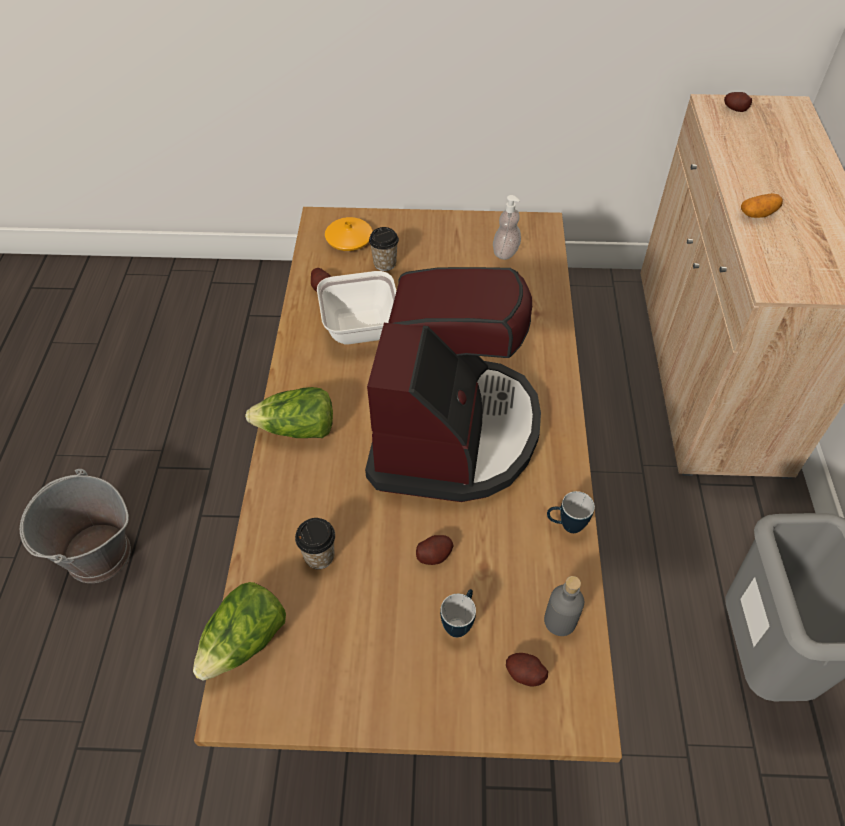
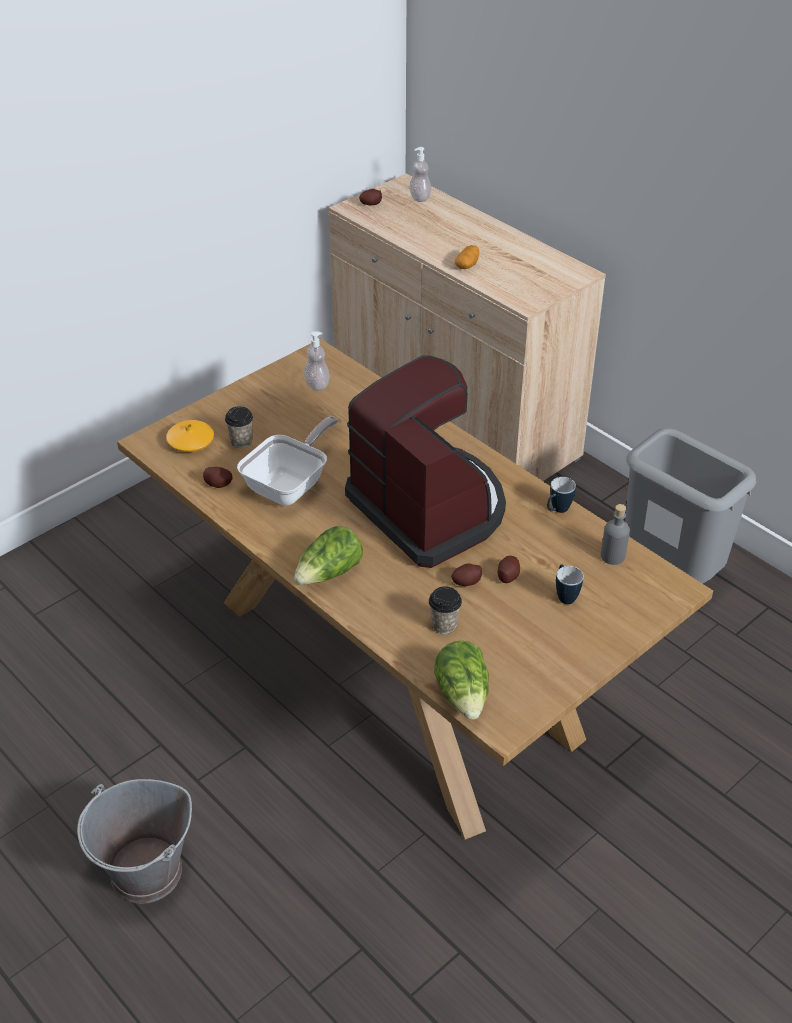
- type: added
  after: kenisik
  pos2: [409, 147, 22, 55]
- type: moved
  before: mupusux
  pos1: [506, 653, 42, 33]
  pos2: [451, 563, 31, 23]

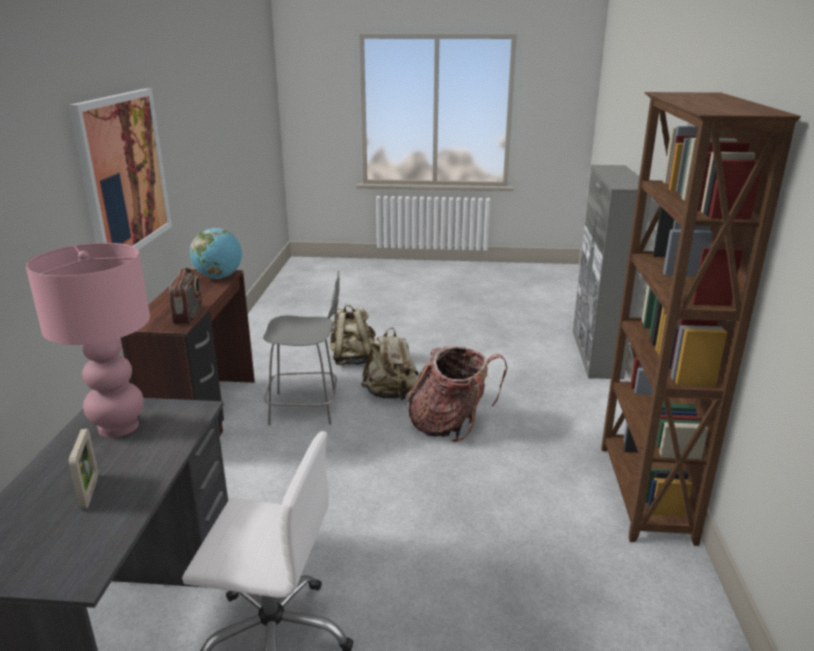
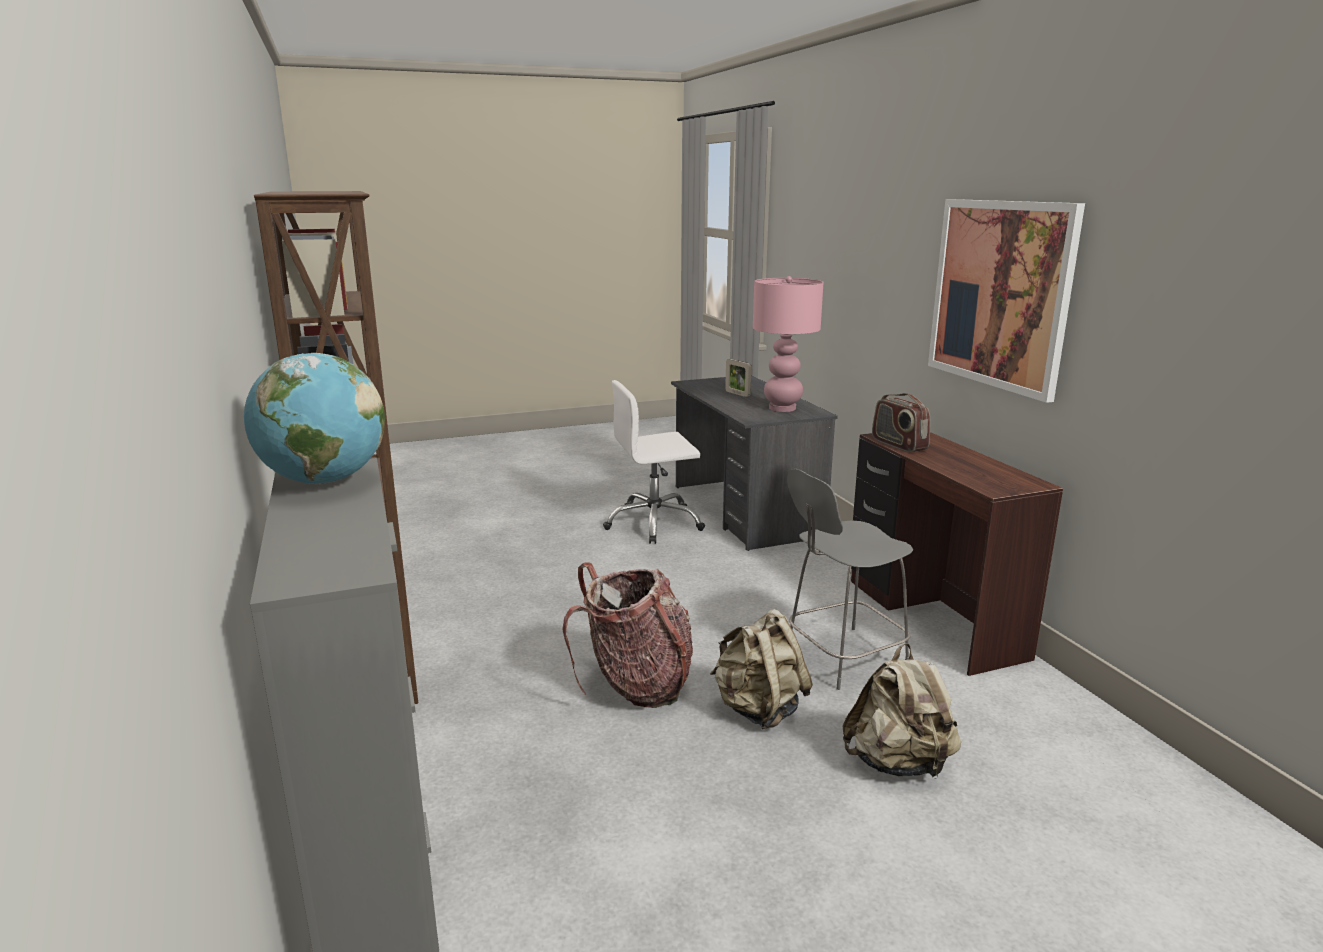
- type: moved
  before: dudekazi
  pos1: [190, 228, 52, 51]
  pos2: [244, 353, 141, 131]

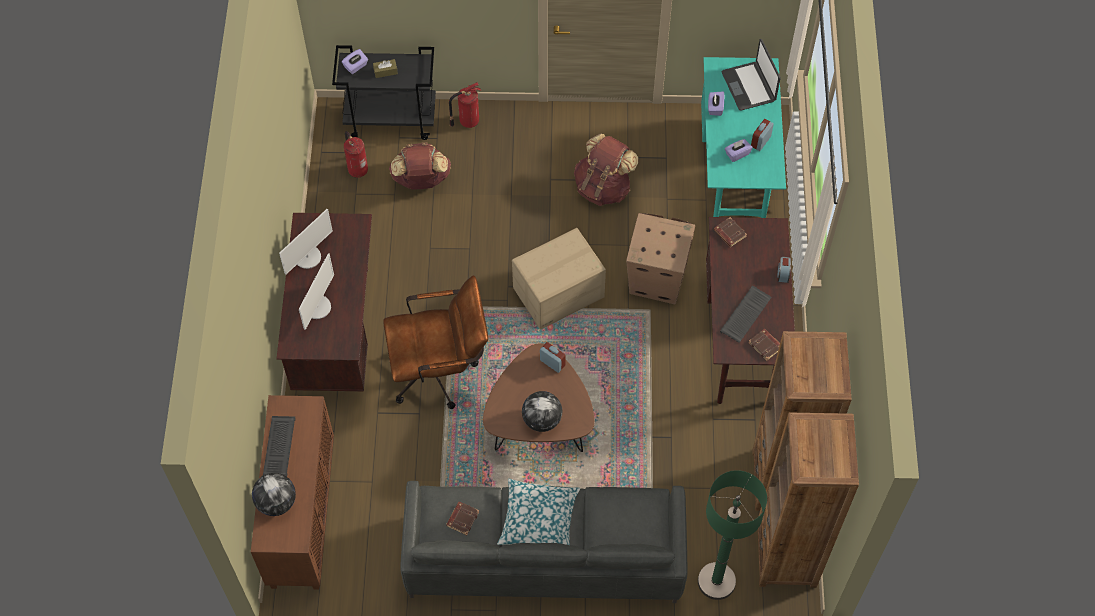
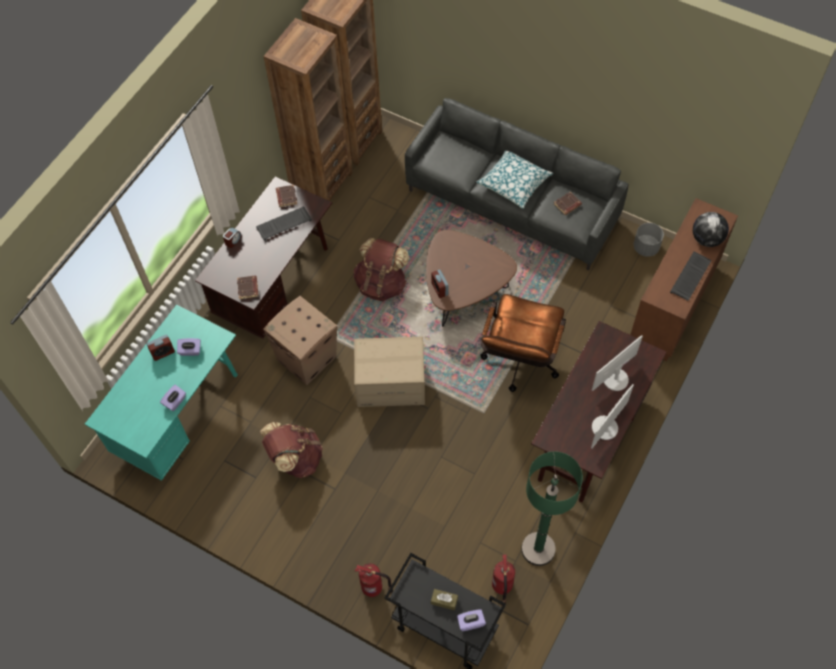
- type: removed
  before: dudekazi
  pos1: [522, 391, 40, 41]
- type: removed
  before: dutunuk
  pos1: [722, 39, 59, 71]
- type: added
  after: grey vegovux
  pos2: [634, 223, 30, 34]
- type: moved
  before: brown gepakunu
  pos1: [389, 142, 62, 48]
  pos2: [354, 238, 55, 63]
- type: moved
  before: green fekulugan
  pos1: [698, 470, 69, 130]
  pos2: [521, 451, 62, 115]
- type: turned
  before: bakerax
  pos1: [279, 209, 54, 66]
  pos2: [591, 384, 43, 64]
  turn: 150
- type: turned
  before: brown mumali
  pos1: [383, 276, 105, 133]
  pos2: [480, 294, 86, 98]
  turn: -90

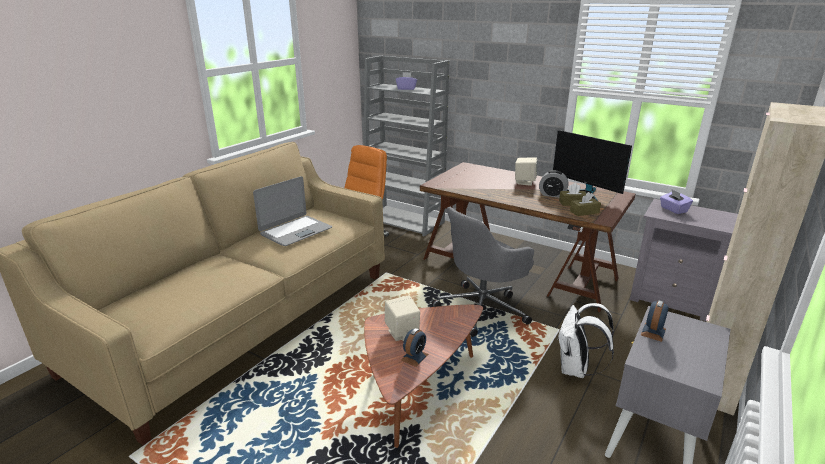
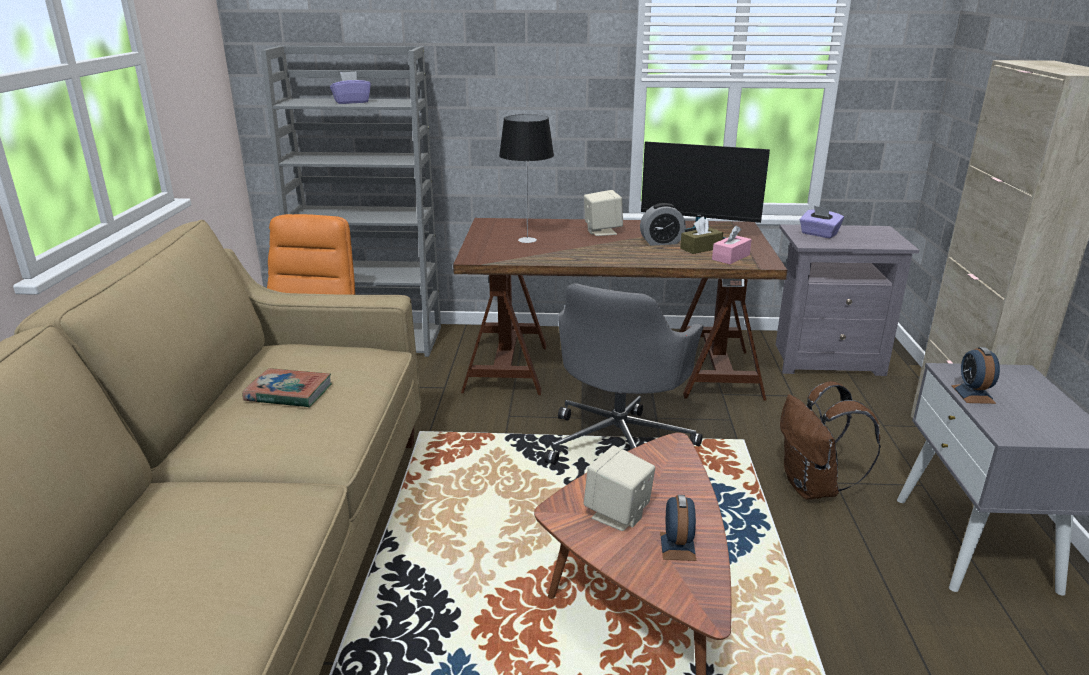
- type: added
  after: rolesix
  pos2: [499, 114, 55, 129]
- type: replaced
  before: dutunuk
  after: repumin
  pos1: [253, 176, 79, 70]
  pos2: [242, 368, 90, 40]
- type: recoloured
  before: white gepakunu
  after: brown gepakunu
  pos1: [557, 303, 57, 75]
  pos2: [780, 381, 101, 119]
- type: recoloured
  before: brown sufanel
  after: pink sufanel
  pos1: [570, 192, 31, 24]
  pos2: [712, 226, 40, 38]

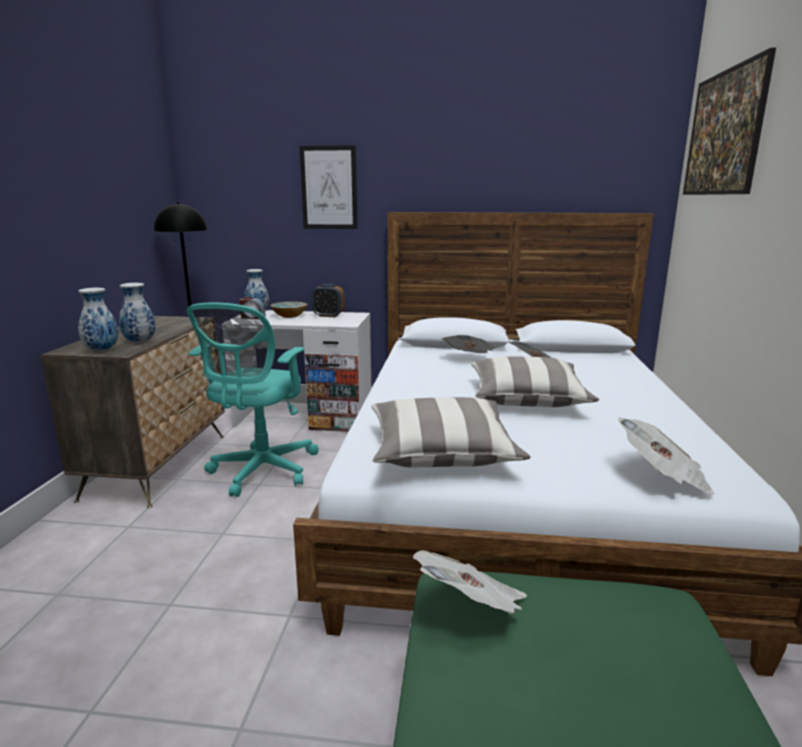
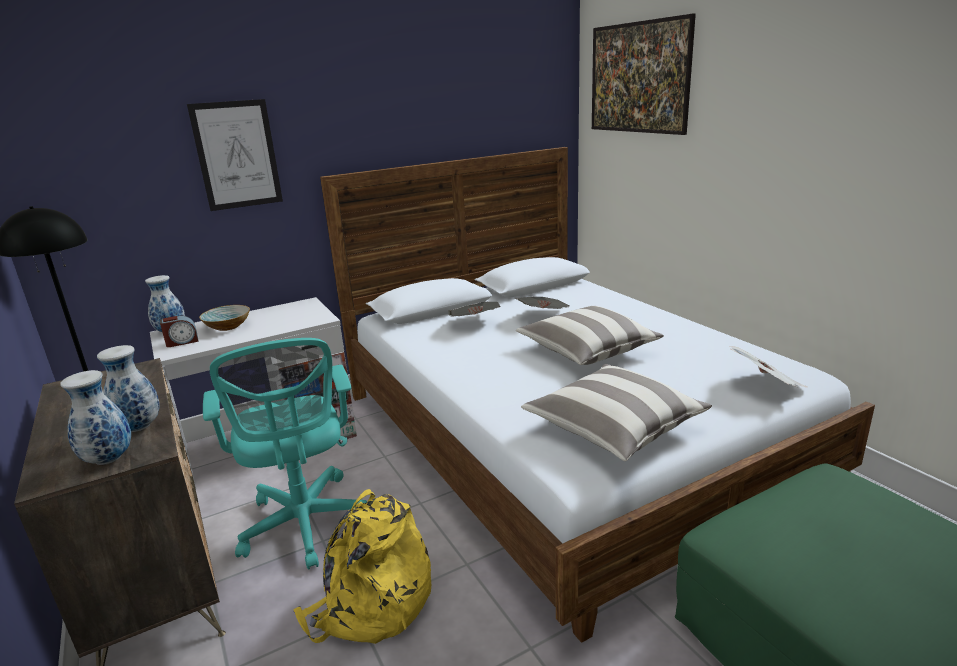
- type: removed
  before: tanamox
  pos1: [311, 284, 34, 33]
- type: removed
  before: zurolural
  pos1: [413, 550, 114, 64]
- type: added
  after: yellow gepakunu
  pos2: [293, 489, 138, 155]

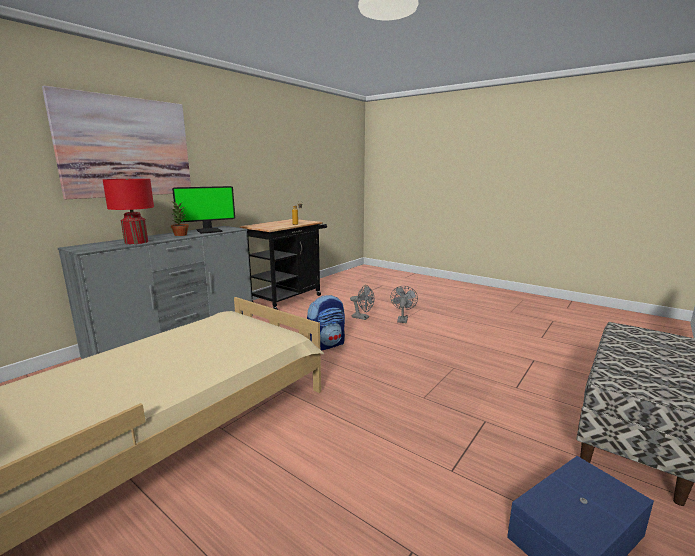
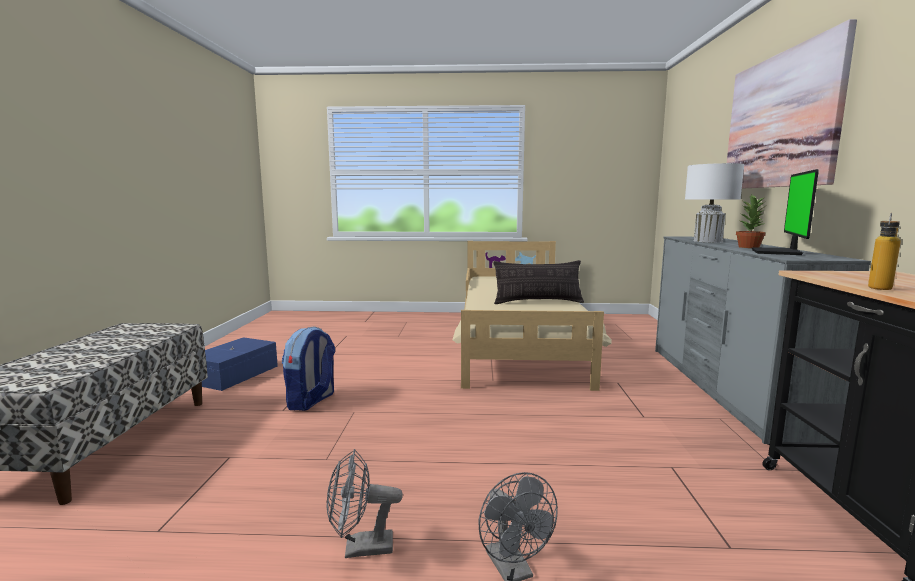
- type: added
  after: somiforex
  pos2: [494, 260, 90, 44]
- type: moved
  before: gepakunu
  pos1: [307, 295, 38, 56]
  pos2: [282, 326, 53, 85]
- type: moved
  before: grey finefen
  pos1: [350, 285, 24, 35]
  pos2: [327, 449, 76, 109]
- type: recoloured
  before: red rolesix
  after: white rolesix
  pos1: [103, 179, 51, 65]
  pos2: [685, 163, 59, 80]

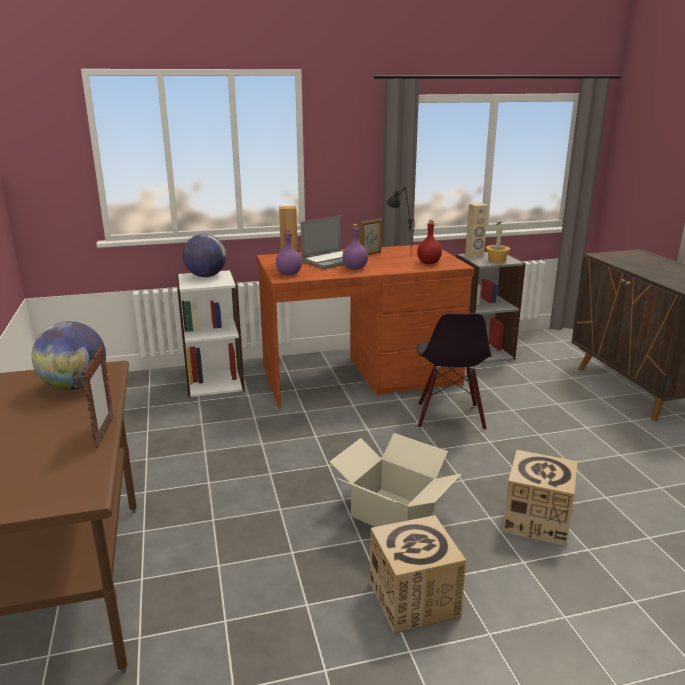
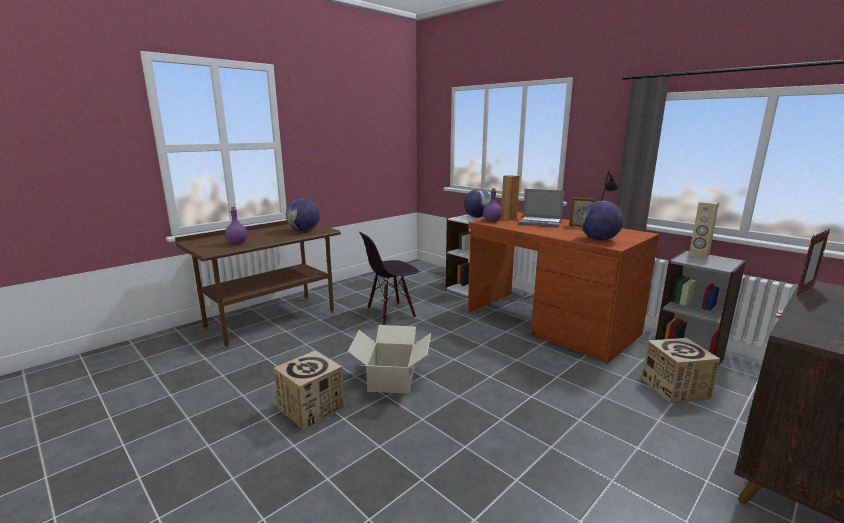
- type: removed
  before: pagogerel
  pos1: [486, 222, 24, 41]
- type: moved
  before: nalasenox
  pos1: [82, 346, 32, 102]
  pos2: [797, 229, 33, 66]
- type: moved
  before: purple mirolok
  pos1: [342, 224, 26, 46]
  pos2: [225, 207, 23, 37]
- type: moved
  before: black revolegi
  pos1: [417, 313, 75, 117]
  pos2: [359, 232, 60, 93]
- type: moved
  before: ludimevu
  pos1: [503, 450, 74, 96]
  pos2: [642, 338, 78, 65]
- type: replaced
  before: red mirolok
  after: dudekazi
  pos1: [417, 220, 25, 44]
  pos2: [580, 201, 43, 40]

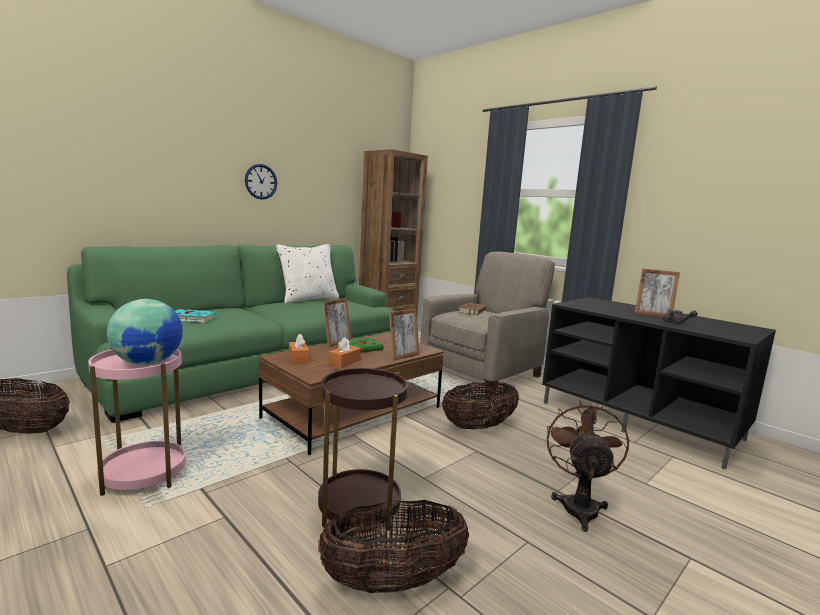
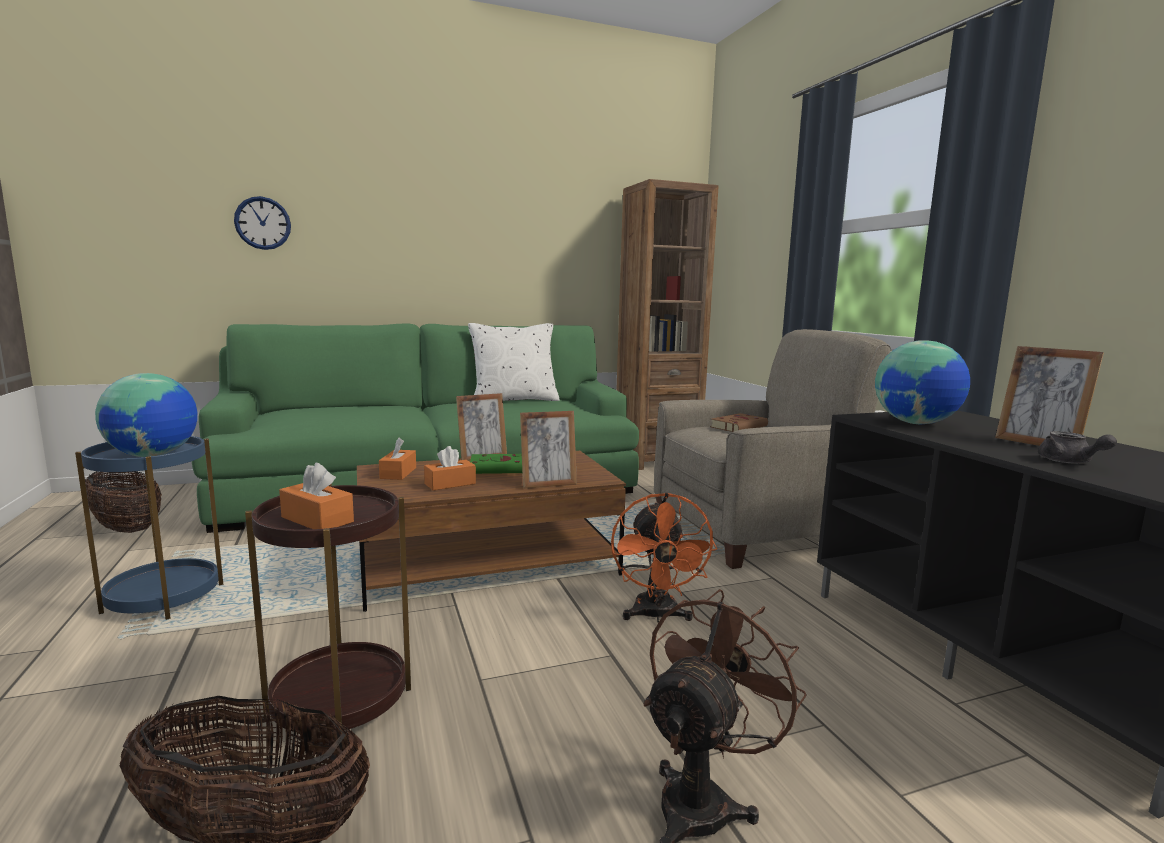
- type: removed
  before: turquoise repumin
  pos1: [175, 309, 41, 14]
- type: added
  after: orange sufanel
  pos2: [279, 462, 75, 67]
- type: added
  after: dudekazi
  pos2: [875, 340, 95, 84]
- type: moved
  before: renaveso
  pos1: [245, 164, 32, 35]
  pos2: [234, 196, 57, 54]
- type: replaced
  before: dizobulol
  after: orange finefen
  pos1: [442, 382, 77, 47]
  pos2: [611, 492, 106, 131]
- type: recoloured
  before: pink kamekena
  after: blue kamekena
  pos1: [88, 348, 98, 148]
  pos2: [75, 436, 148, 184]

